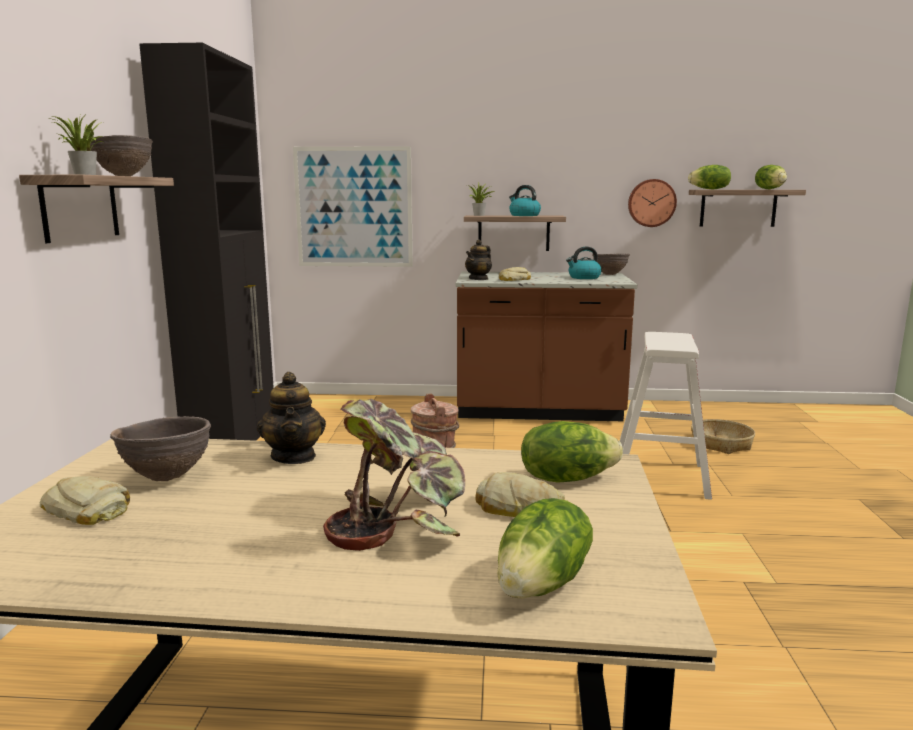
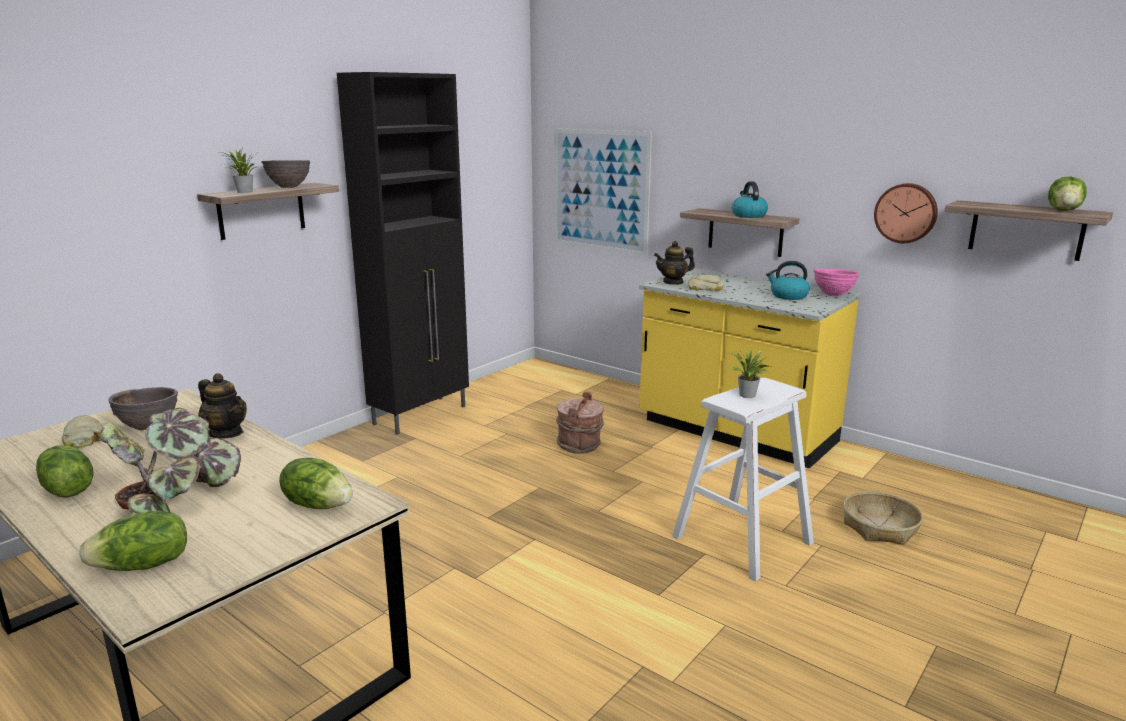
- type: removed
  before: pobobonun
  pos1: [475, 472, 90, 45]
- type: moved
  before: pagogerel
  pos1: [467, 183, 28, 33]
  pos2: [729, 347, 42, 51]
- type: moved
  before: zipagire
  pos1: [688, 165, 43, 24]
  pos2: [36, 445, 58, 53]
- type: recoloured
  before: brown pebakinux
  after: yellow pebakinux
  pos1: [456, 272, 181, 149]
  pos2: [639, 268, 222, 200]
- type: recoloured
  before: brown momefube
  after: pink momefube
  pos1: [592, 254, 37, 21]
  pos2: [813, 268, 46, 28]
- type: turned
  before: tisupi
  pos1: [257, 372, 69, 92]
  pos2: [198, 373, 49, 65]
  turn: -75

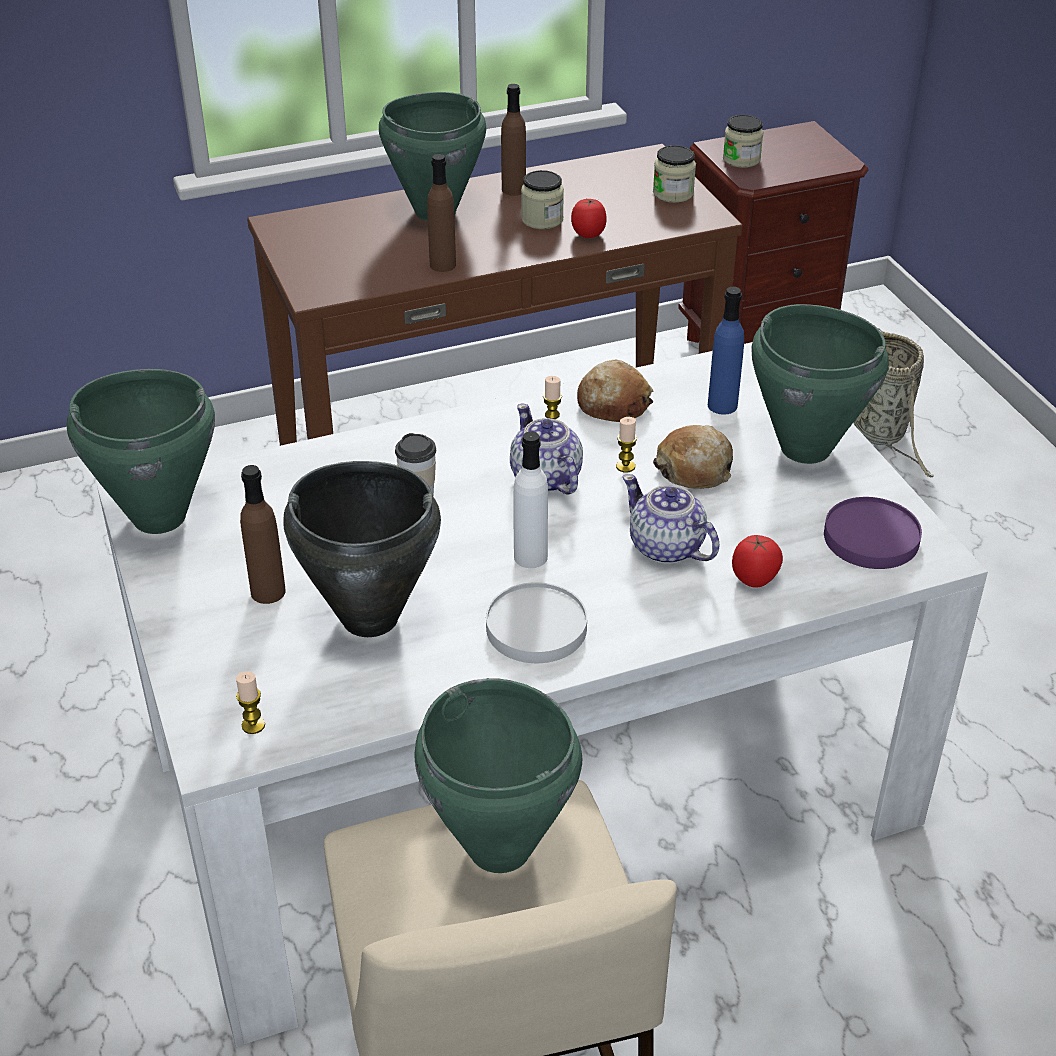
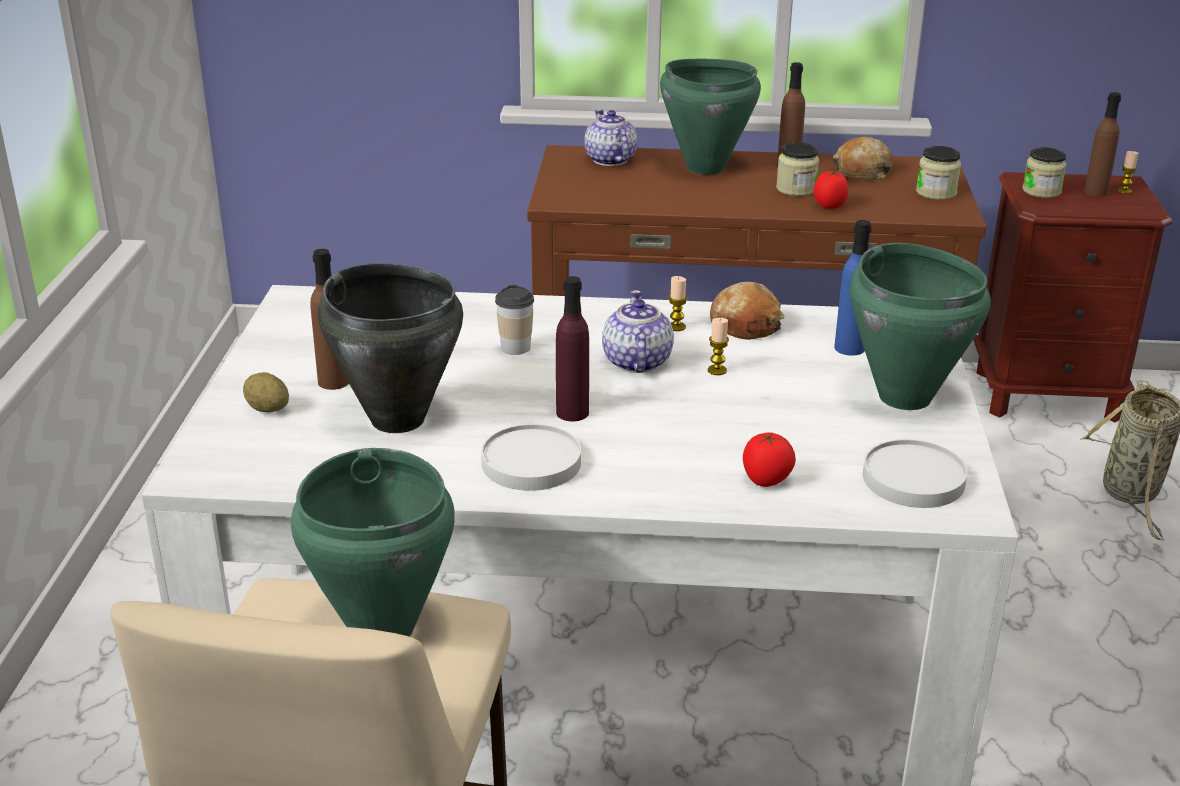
- type: removed
  before: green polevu
  pos1: [67, 369, 148, 165]
- type: added
  after: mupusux
  pos2: [243, 372, 46, 41]
- type: moved
  before: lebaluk
  pos1: [236, 671, 29, 63]
  pos2: [1117, 151, 22, 43]
- type: moved
  before: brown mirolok
  pos1: [427, 154, 29, 118]
  pos2: [1084, 92, 37, 105]
- type: moved
  before: tisupi
  pos1: [622, 474, 97, 90]
  pos2: [584, 109, 53, 57]
- type: moved
  before: pobobonun
  pos1: [653, 425, 80, 64]
  pos2: [833, 137, 60, 43]
- type: recoloured
  before: white mirolok
  after: purple mirolok
  pos1: [513, 431, 35, 137]
  pos2: [556, 276, 33, 145]
- type: recoloured
  before: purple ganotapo
  after: white ganotapo
  pos1: [824, 497, 98, 72]
  pos2: [863, 439, 105, 69]

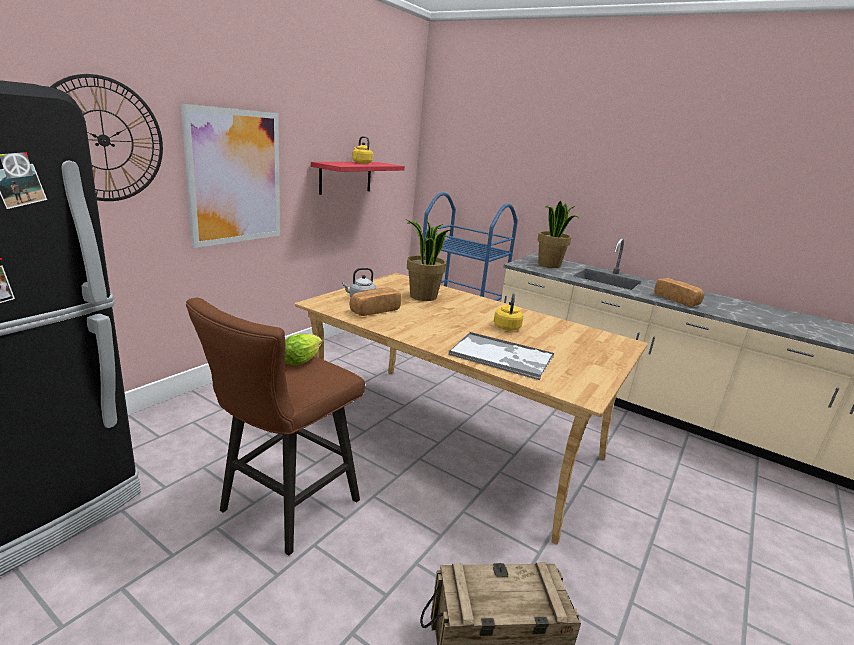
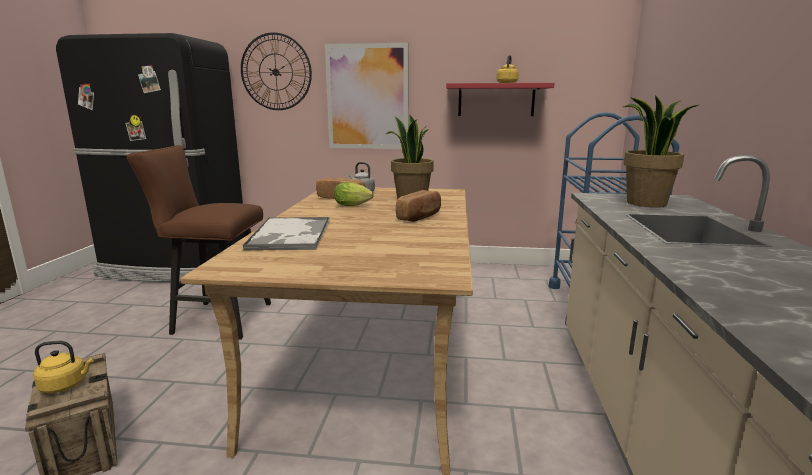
- type: moved
  before: zipagire
  pos1: [285, 334, 37, 31]
  pos2: [334, 182, 40, 24]
- type: moved
  before: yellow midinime
  pos1: [494, 293, 29, 37]
  pos2: [33, 341, 60, 52]
- type: moved
  before: pobobonun
  pos1: [654, 278, 50, 29]
  pos2: [396, 190, 45, 32]

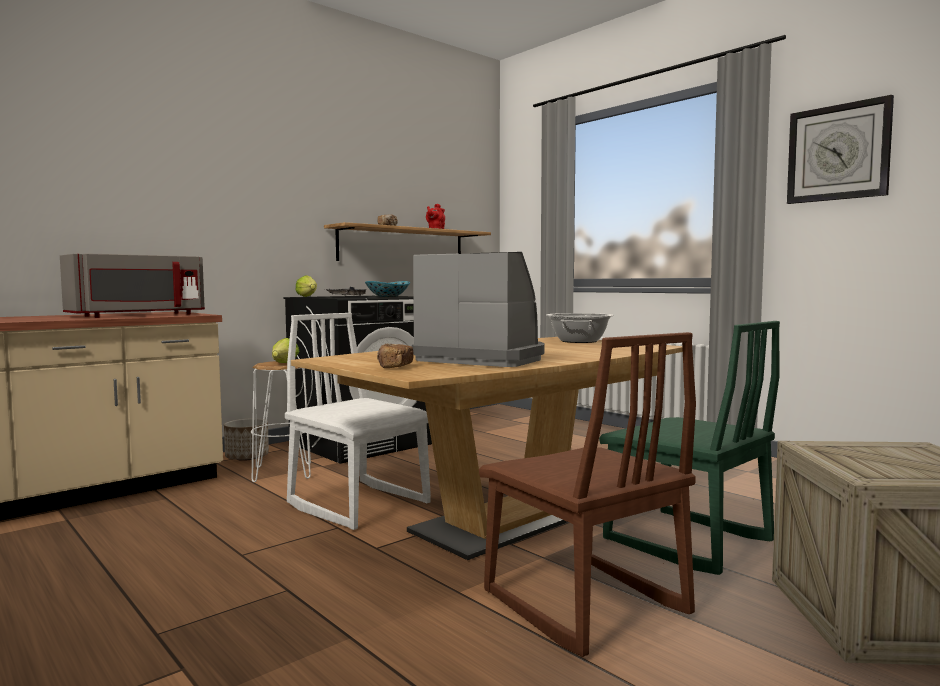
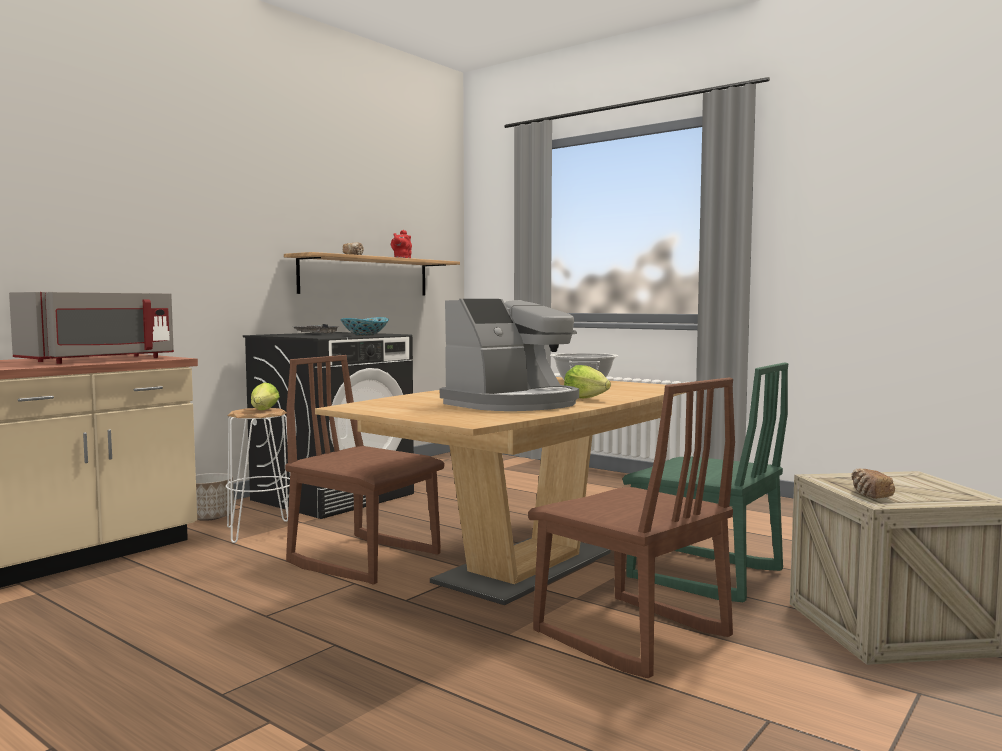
- type: removed
  before: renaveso
  pos1: [787, 95, 107, 109]
- type: moved
  before: zipagire
  pos1: [295, 275, 22, 22]
  pos2: [564, 365, 47, 33]
- type: moved
  before: pobobonun
  pos1: [377, 344, 37, 24]
  pos2: [851, 468, 44, 31]
- type: recoloured
  before: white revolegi
  after: brown revolegi
  pos1: [285, 313, 146, 217]
  pos2: [285, 355, 160, 230]
- type: turned
  before: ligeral
  pos1: [412, 252, 133, 115]
  pos2: [440, 299, 139, 112]
  turn: 120

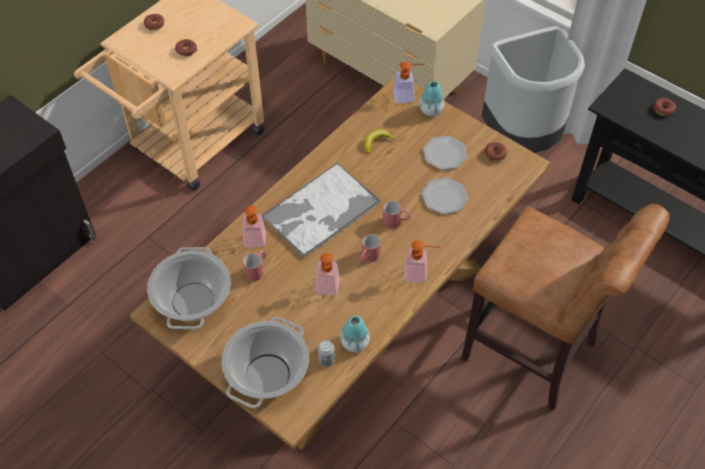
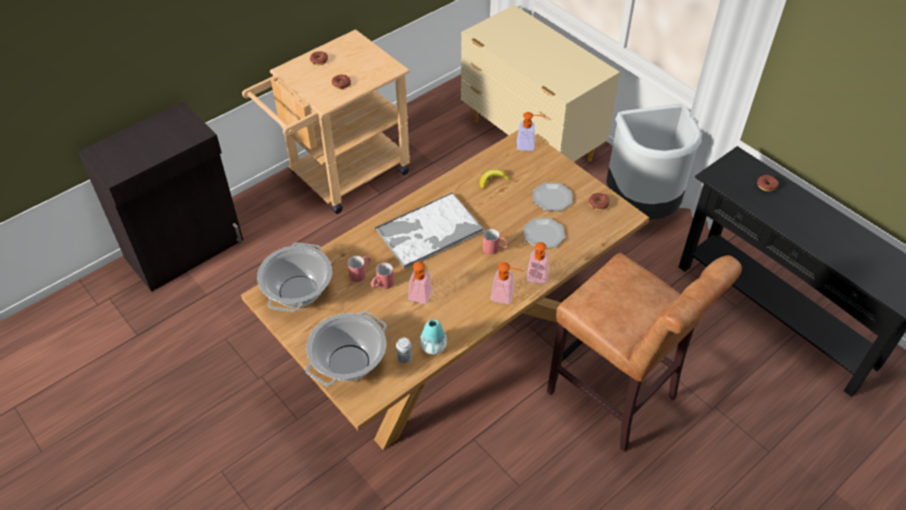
- type: removed
  before: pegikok
  pos1: [420, 81, 24, 35]
- type: moved
  before: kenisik
  pos1: [243, 206, 23, 41]
  pos2: [527, 242, 21, 41]
- type: moved
  before: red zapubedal
  pos1: [359, 234, 22, 29]
  pos2: [371, 263, 23, 26]

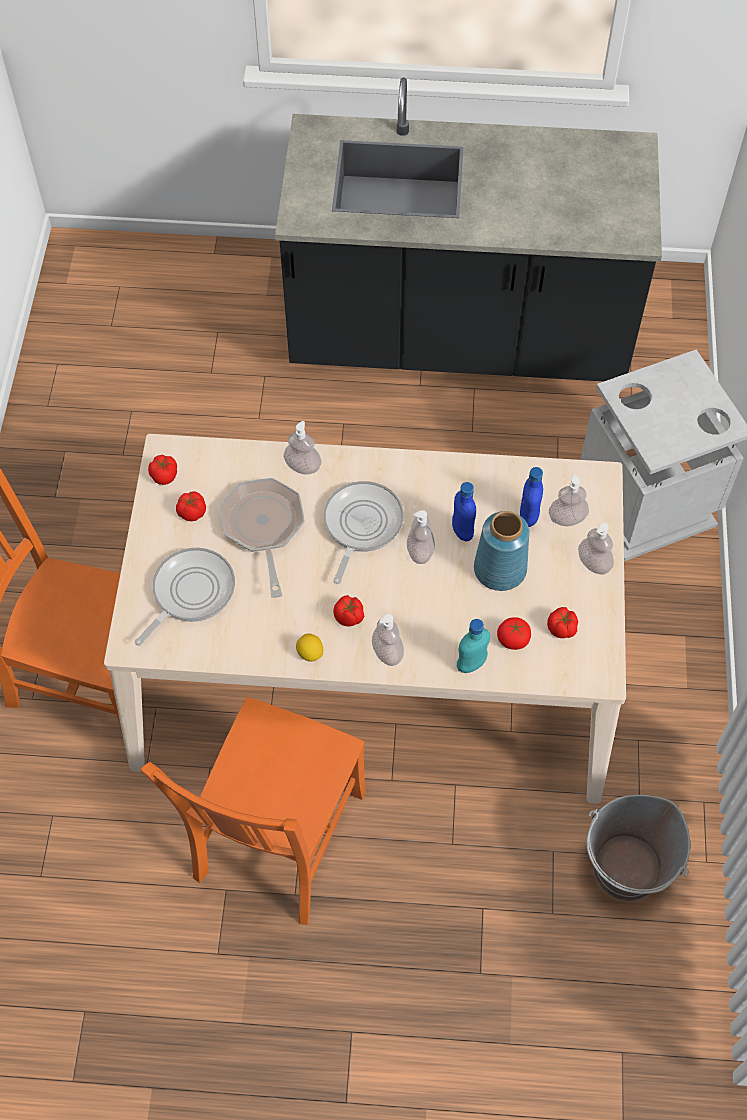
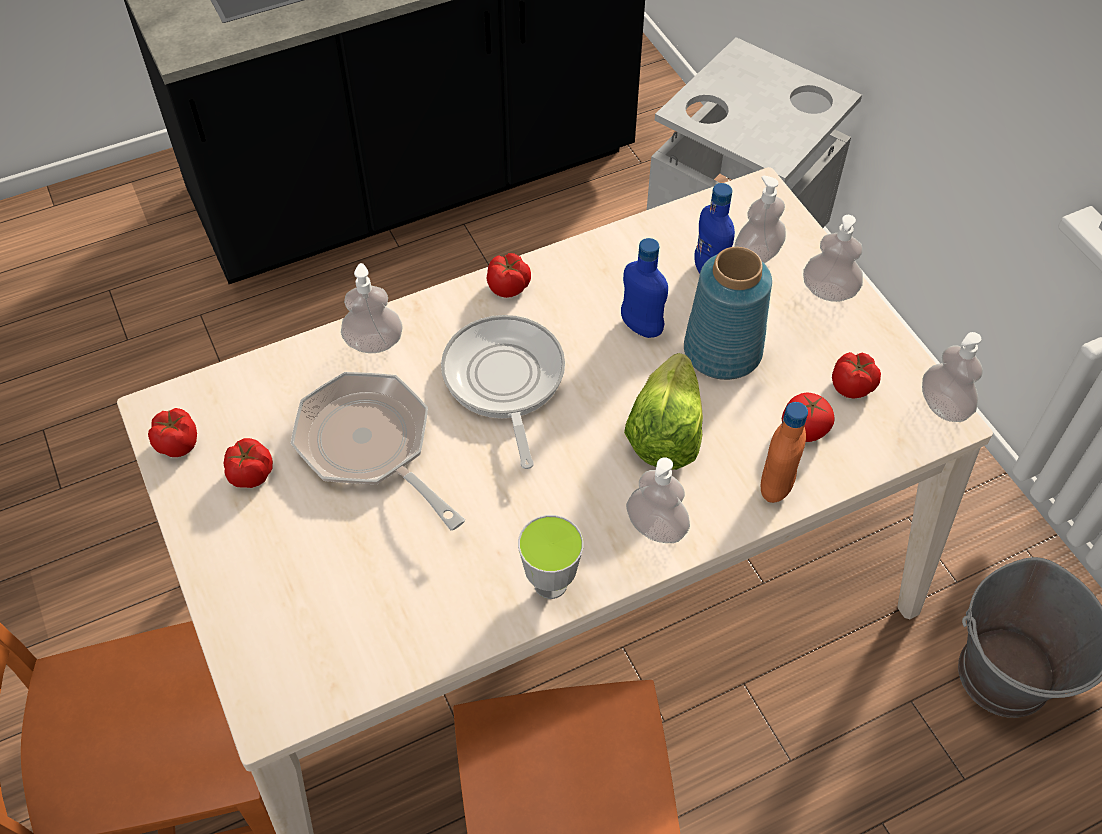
- type: removed
  before: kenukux
  pos1: [135, 548, 100, 98]
- type: added
  after: zipagire
  pos2: [624, 353, 79, 117]
- type: moved
  before: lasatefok
  pos1: [333, 595, 31, 31]
  pos2: [487, 253, 44, 45]
- type: moved
  before: kenisik
  pos1: [407, 510, 28, 54]
  pos2: [922, 332, 61, 90]
- type: replaced
  before: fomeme
  after: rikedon
  pos1: [296, 633, 27, 29]
  pos2: [518, 515, 65, 84]
- type: recoloured
  before: turquoise mirolok
  after: orange mirolok
  pos1: [457, 619, 33, 54]
  pos2: [761, 402, 47, 101]

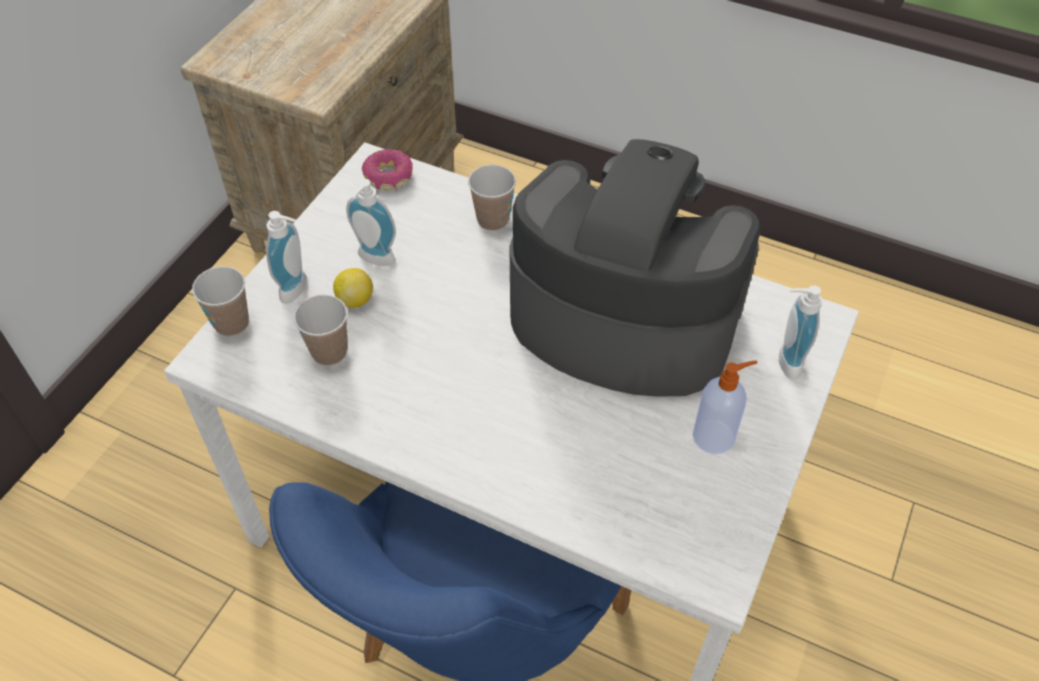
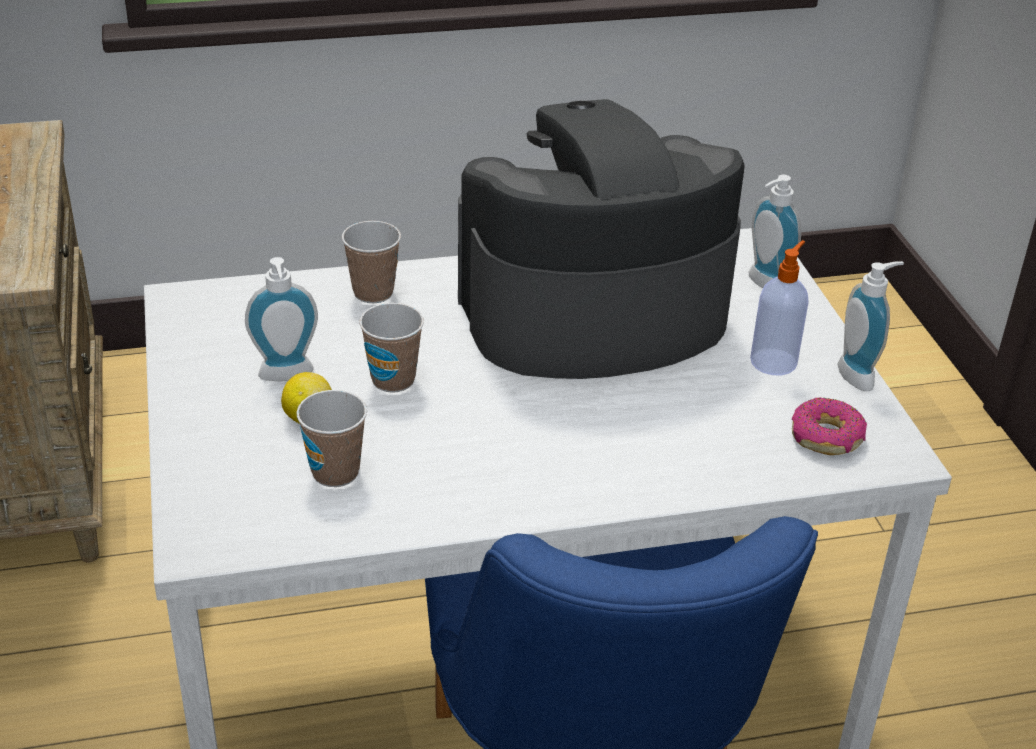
- type: moved
  before: rikedon
  pos1: [192, 266, 57, 71]
  pos2: [359, 303, 65, 90]
- type: moved
  before: kenisik
  pos1: [266, 211, 41, 93]
  pos2: [838, 261, 66, 130]
- type: moved
  before: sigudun
  pos1: [362, 149, 51, 41]
  pos2: [792, 398, 75, 57]

